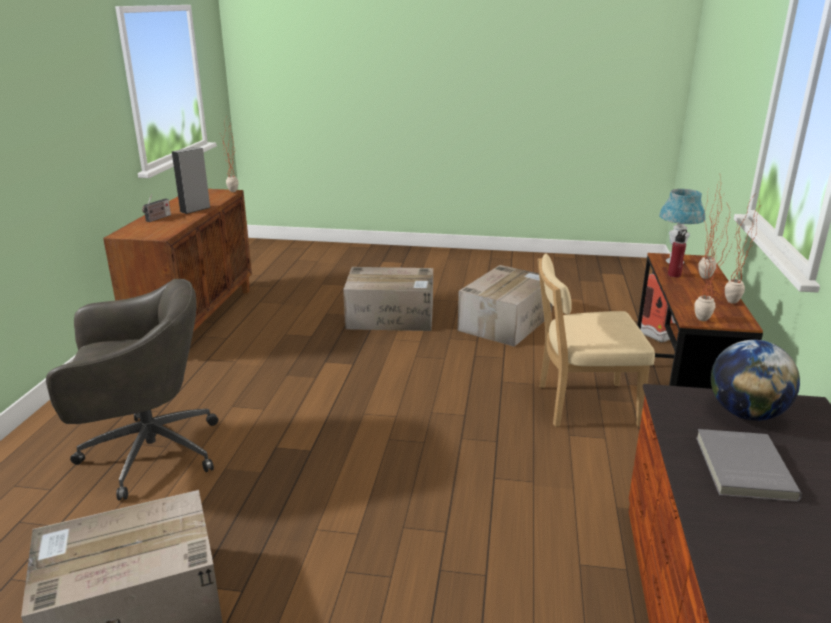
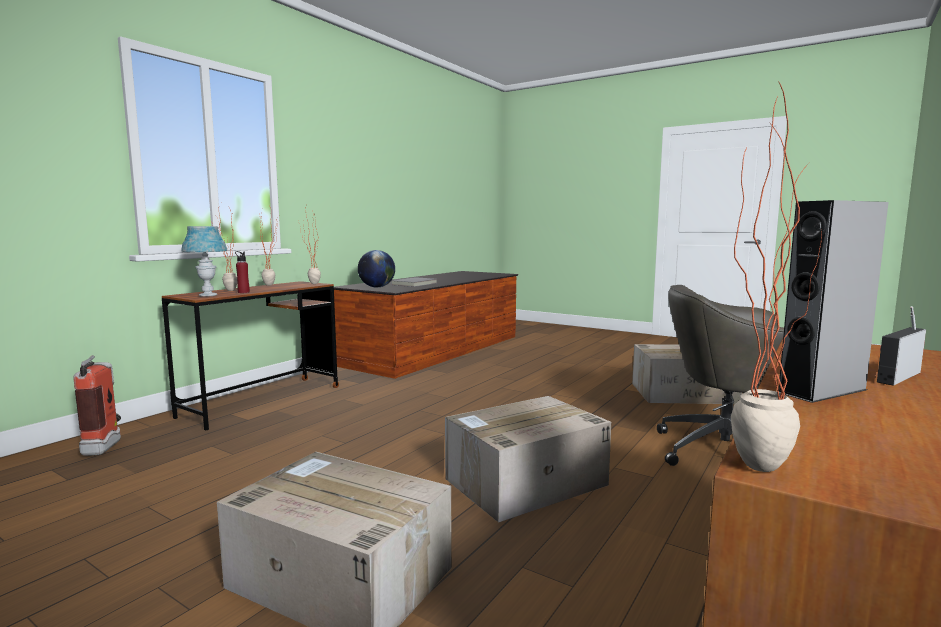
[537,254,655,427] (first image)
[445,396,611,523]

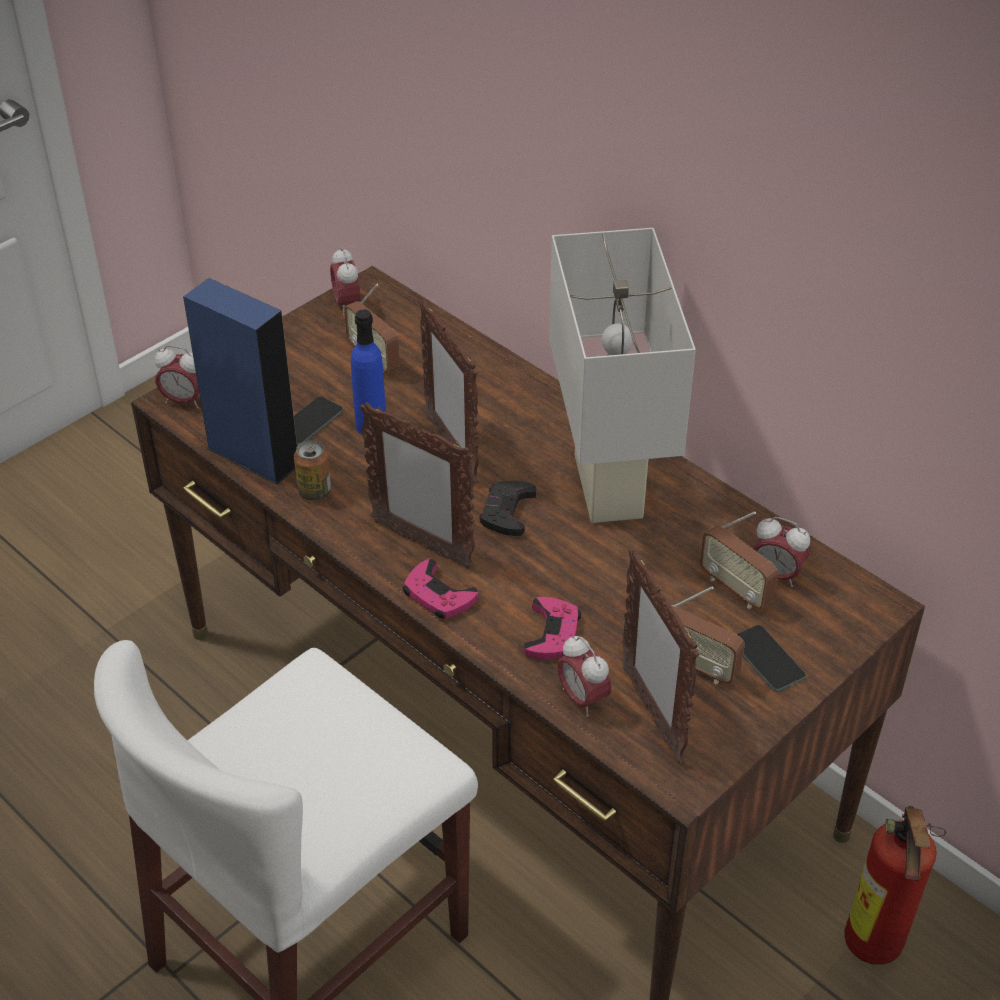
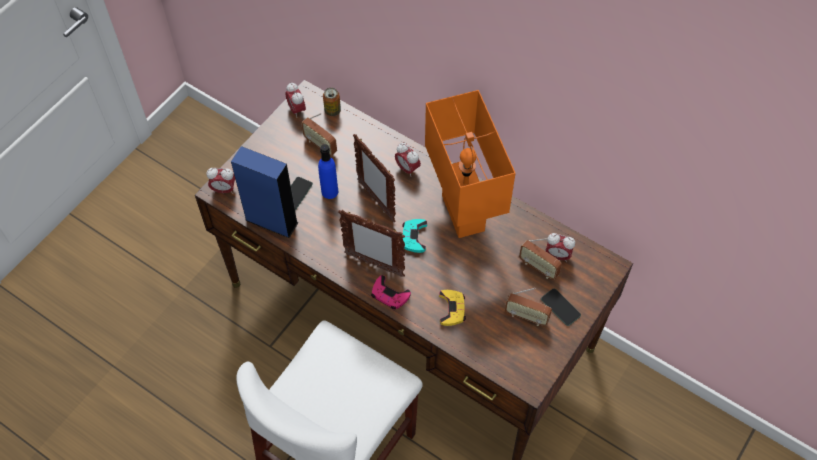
[425,90,516,238]
[323,88,341,116]
[402,219,427,253]
[621,549,699,764] (first image)
[439,290,466,326]
[395,143,421,177]
[844,806,946,965] (first image)

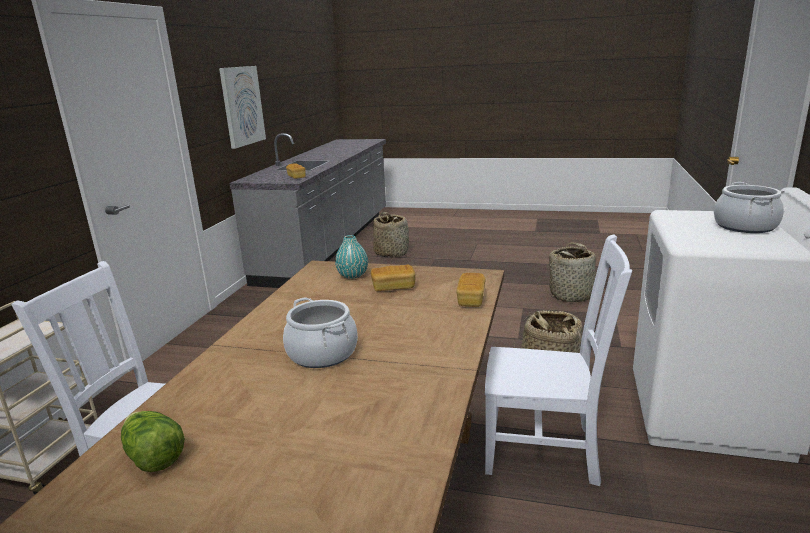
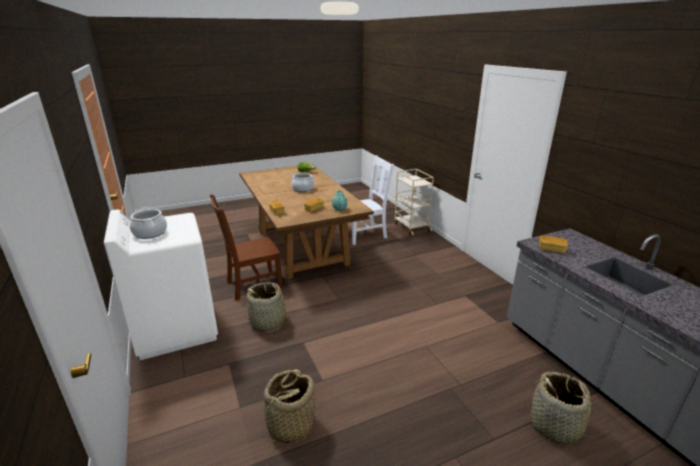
[219,66,266,149] (first image)
[210,194,283,300]

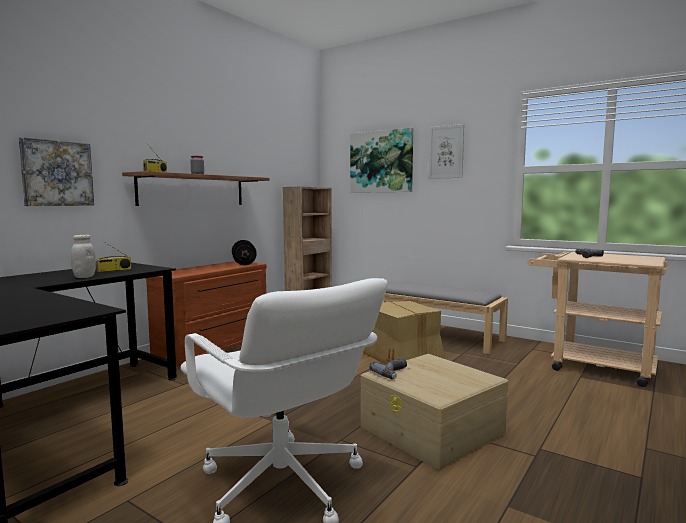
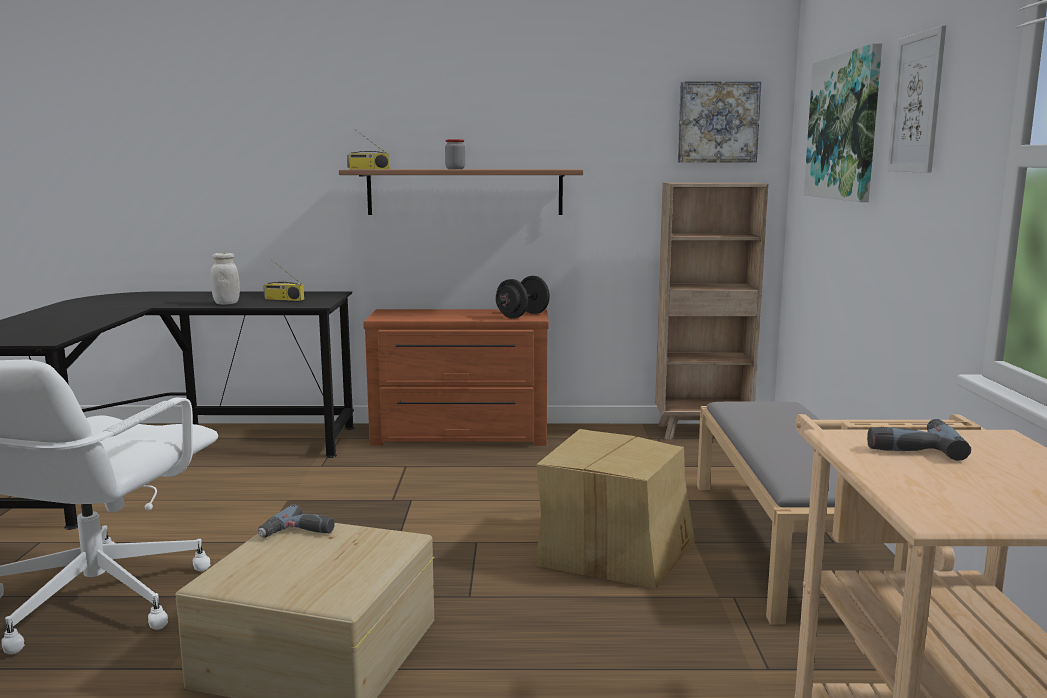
[677,81,761,162]

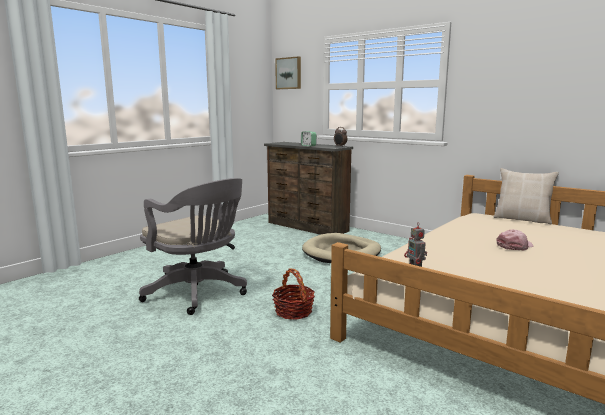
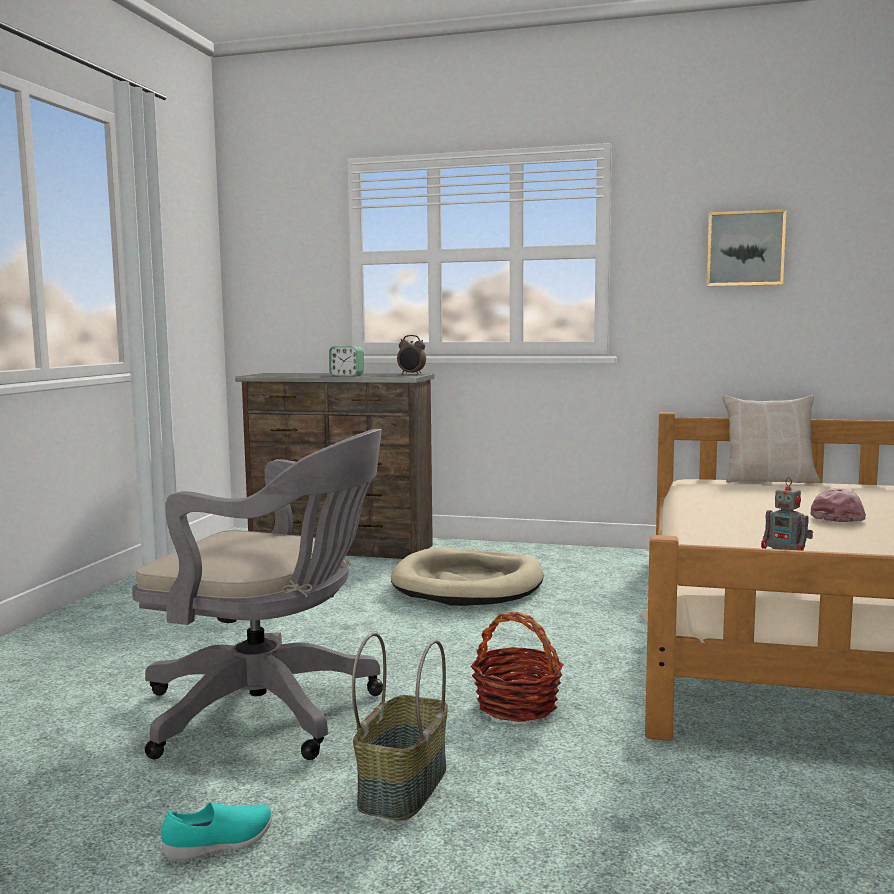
[706,209,786,286]
[352,633,448,820]
[161,802,272,861]

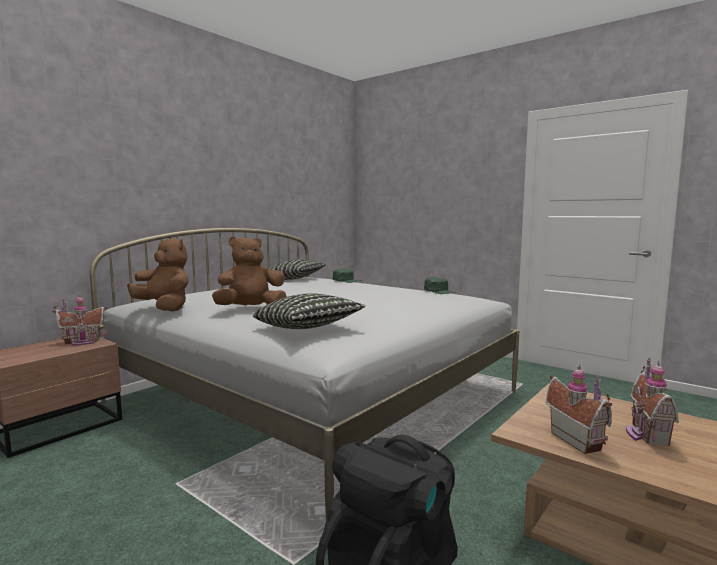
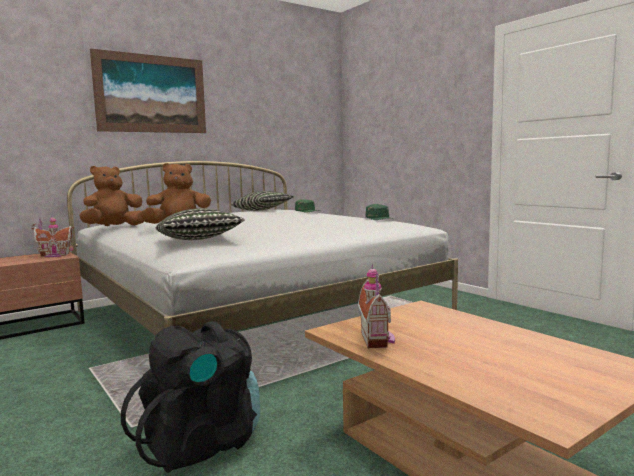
[79,166,144,226]
[626,358,679,446] (first image)
[90,48,206,133]

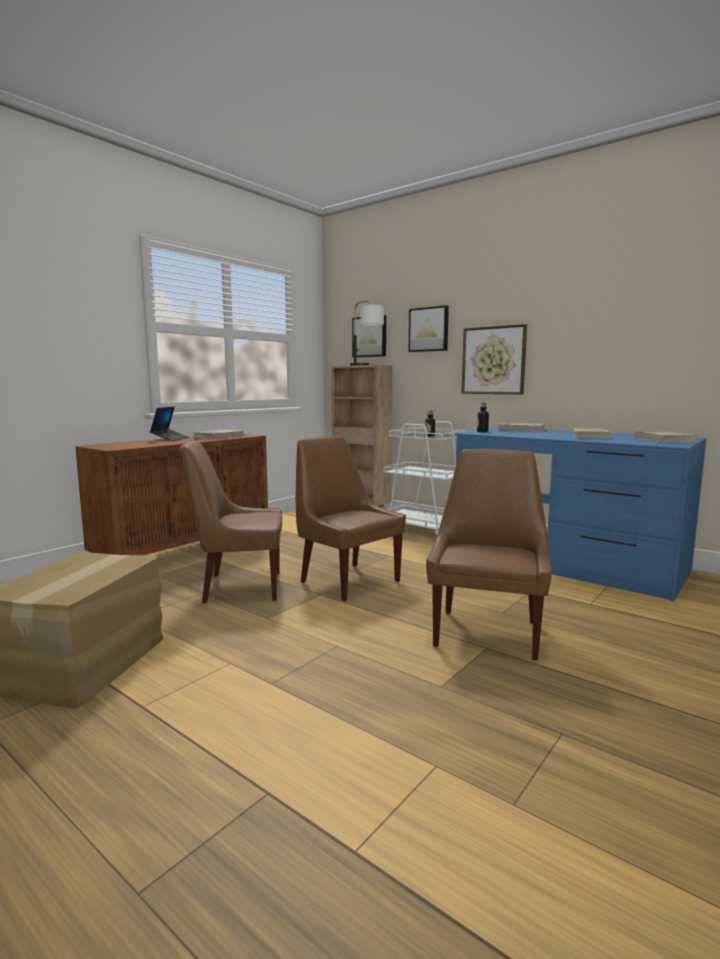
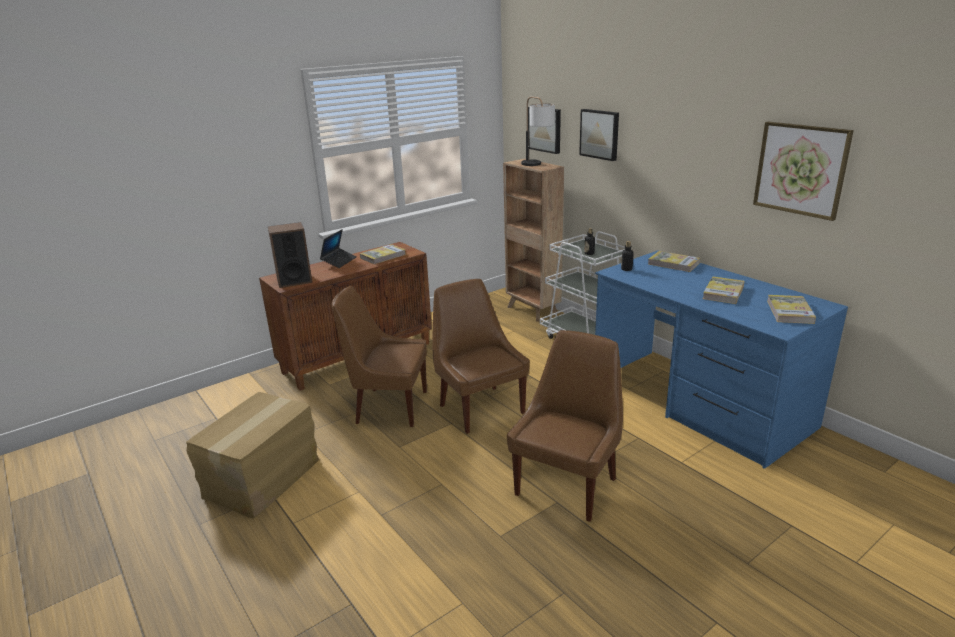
[753,122,854,221]
[268,222,312,288]

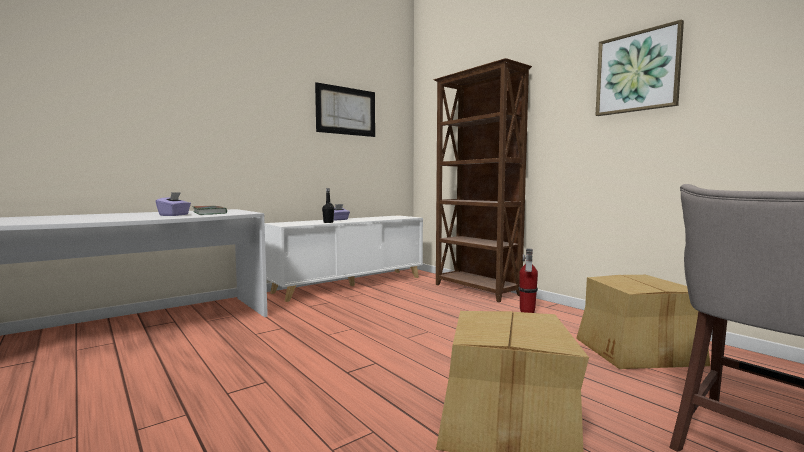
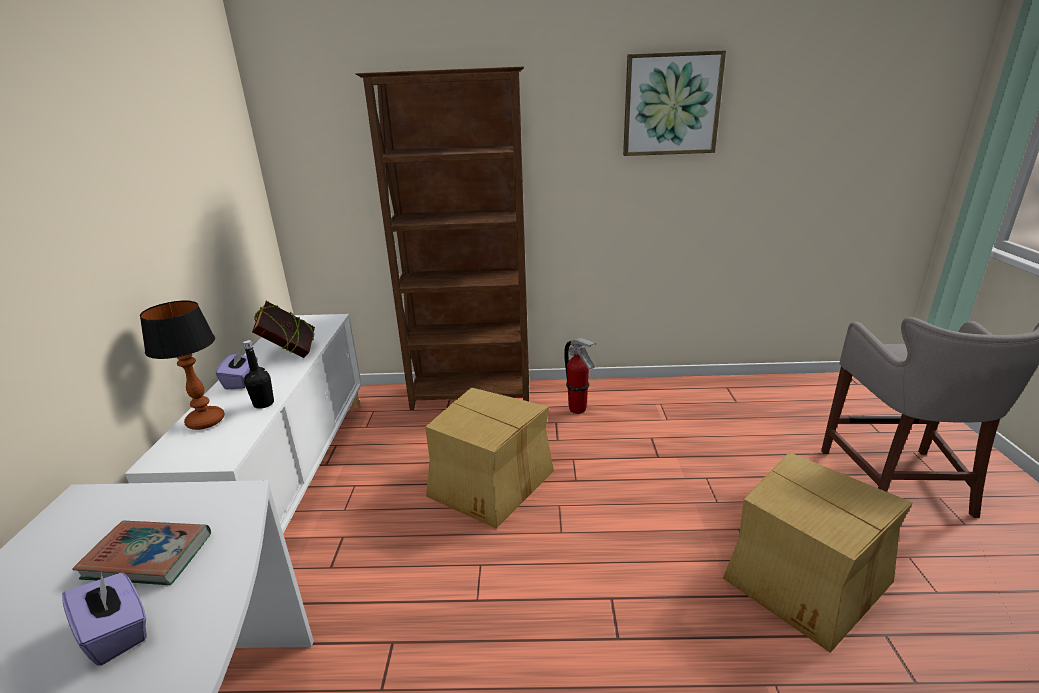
[315,82,375,137] (first image)
[425,388,554,529]
[140,301,224,430]
[252,301,315,358]

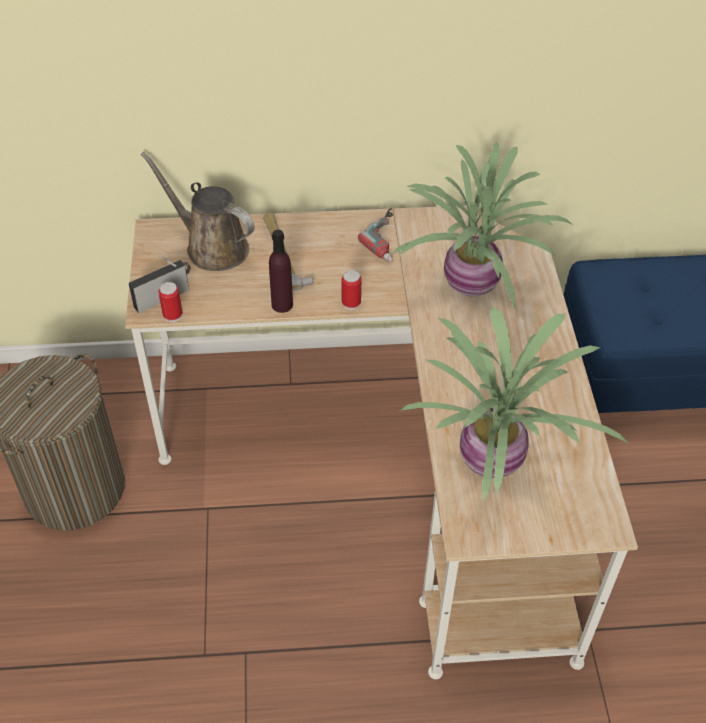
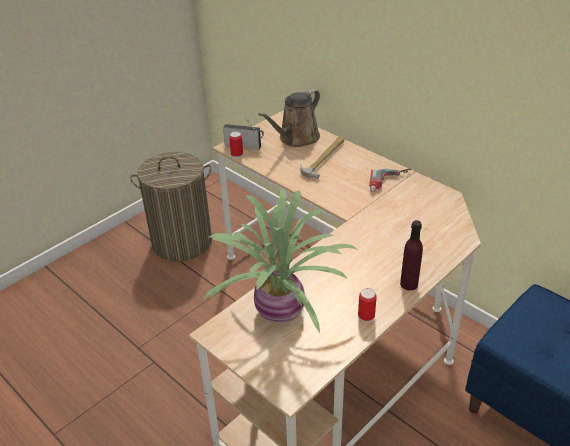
[391,141,572,308] (first image)
[258,89,320,147]
[400,220,423,290]
[358,288,377,323]

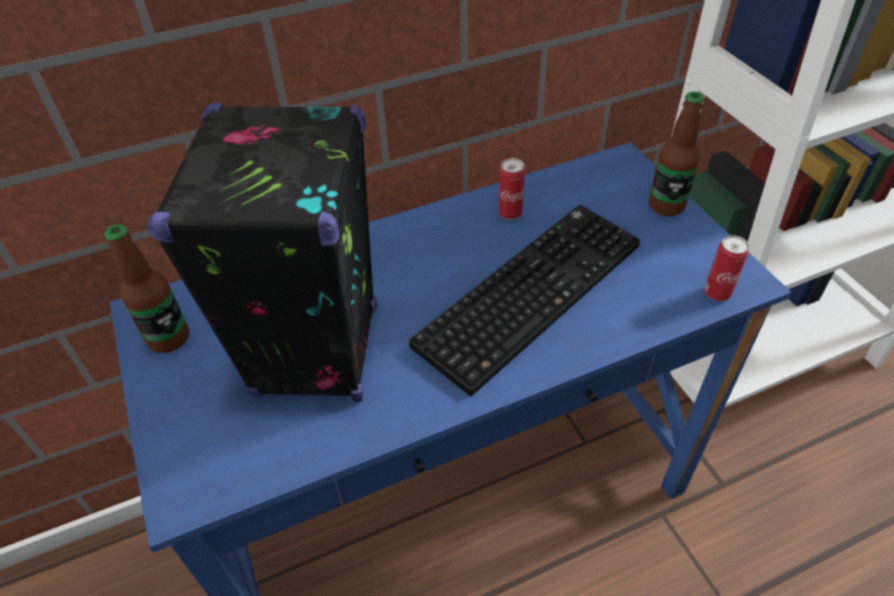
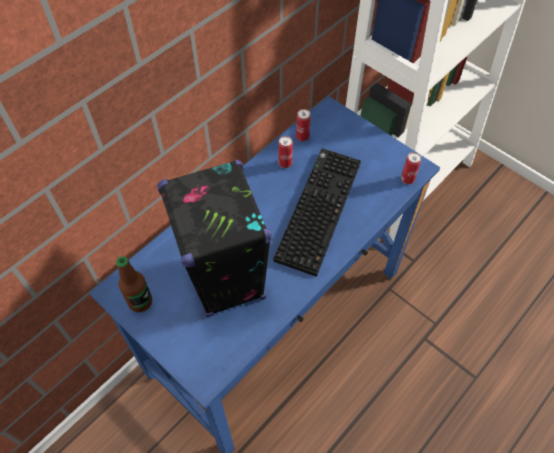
[649,91,704,216] (first image)
[296,109,311,141]

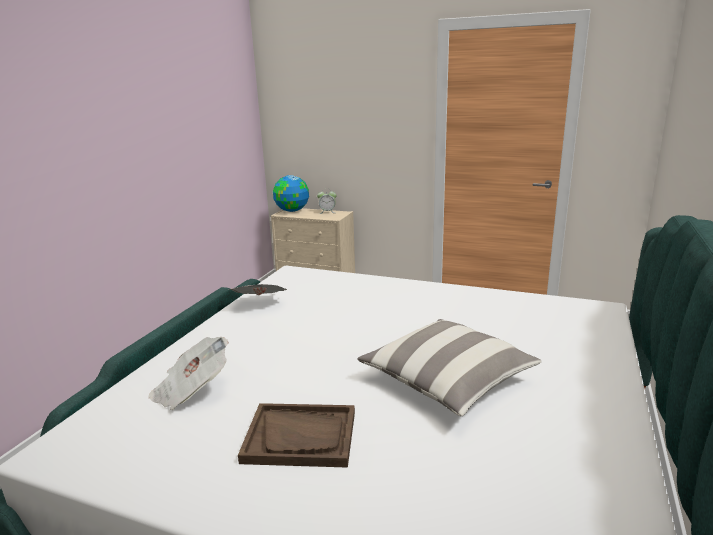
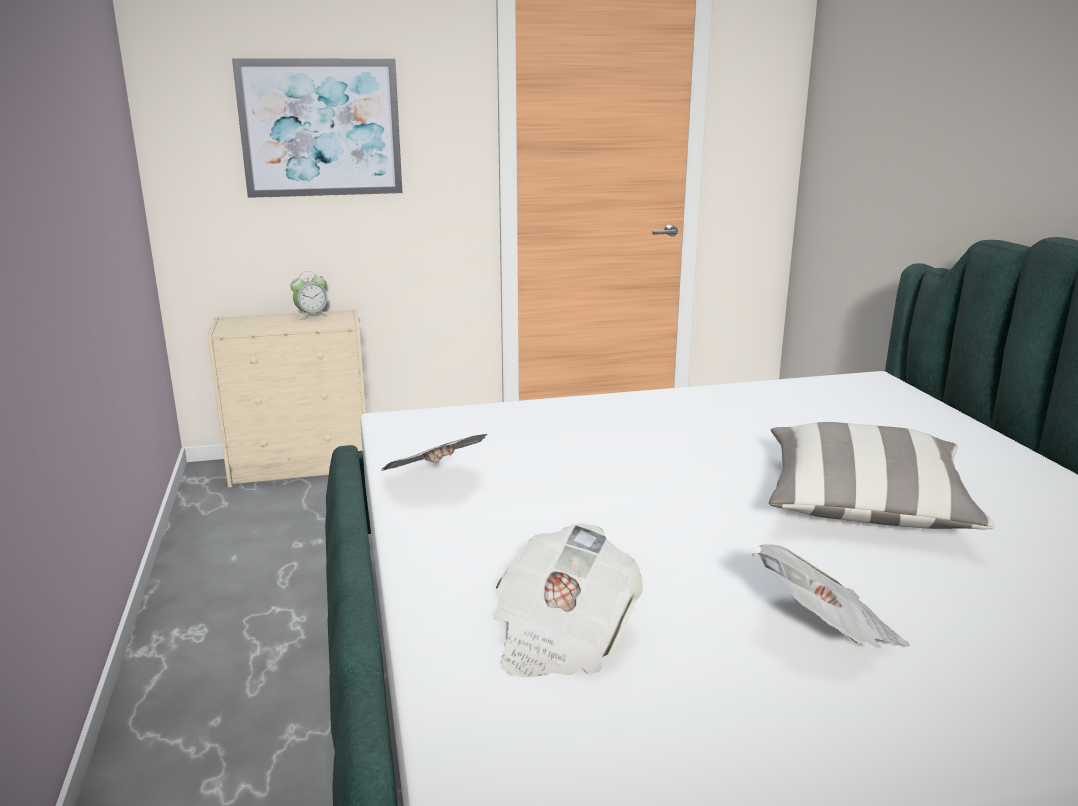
[273,175,309,212] (first image)
[752,544,910,649]
[232,58,402,198]

